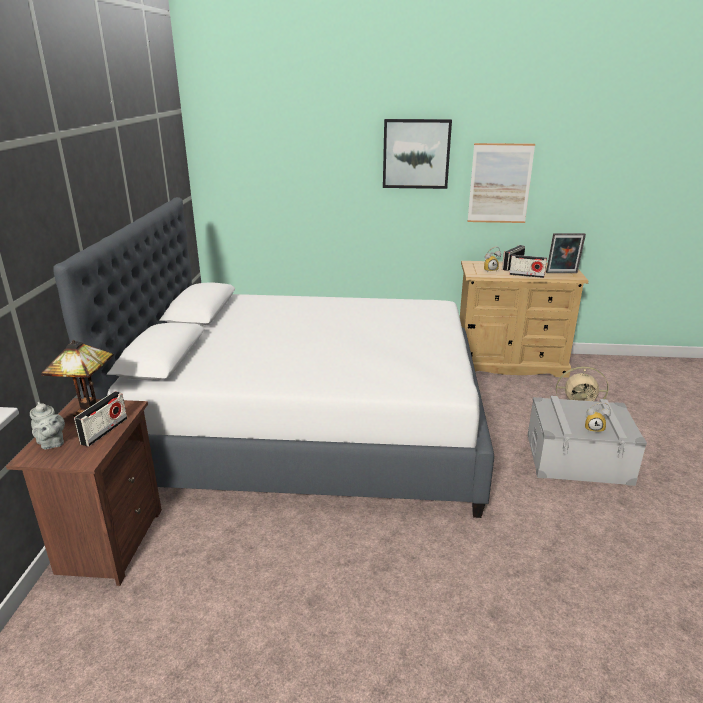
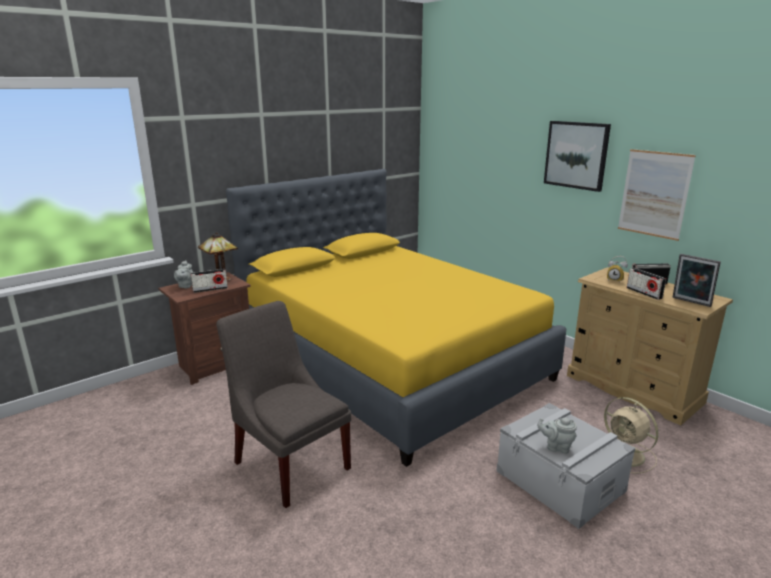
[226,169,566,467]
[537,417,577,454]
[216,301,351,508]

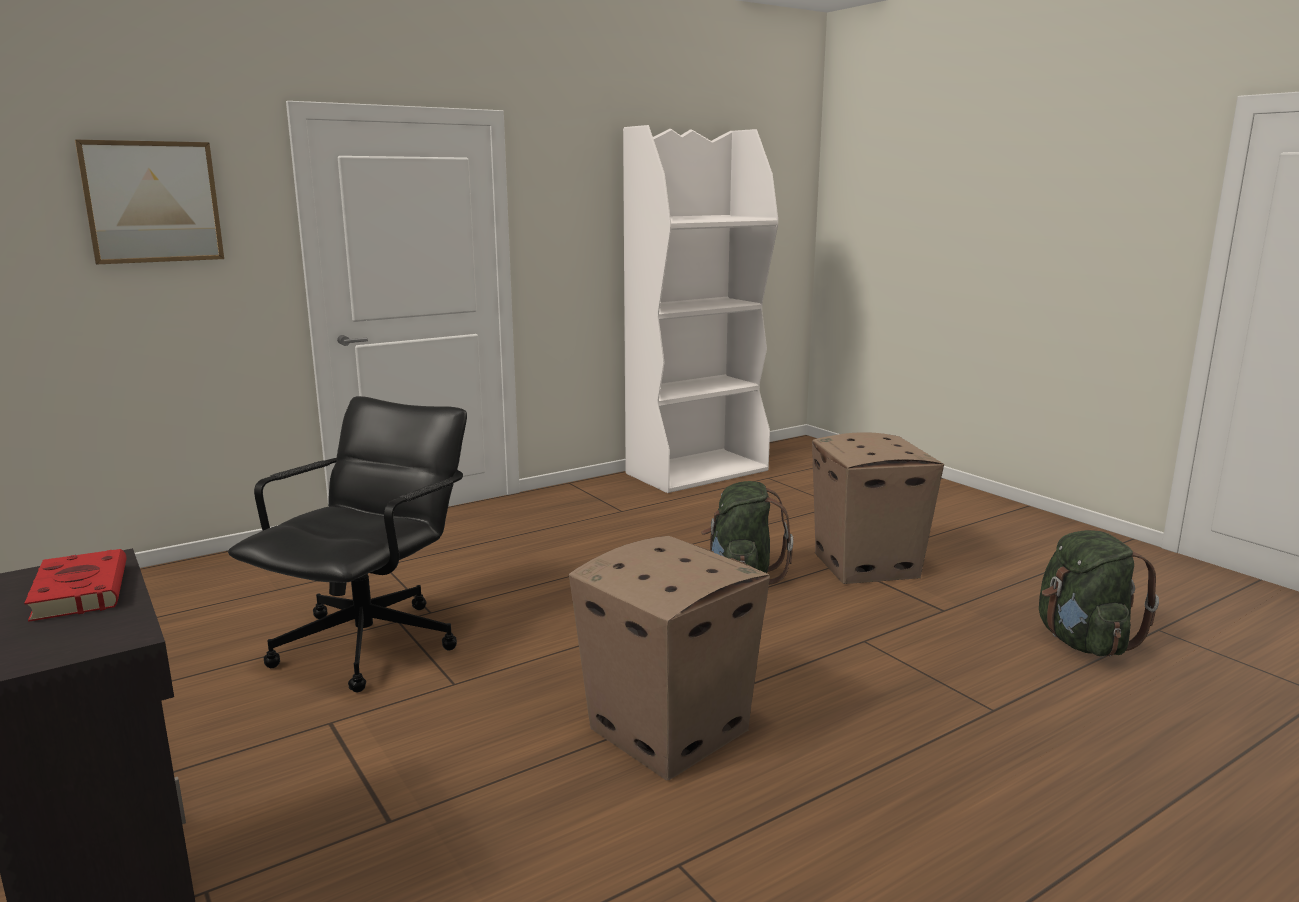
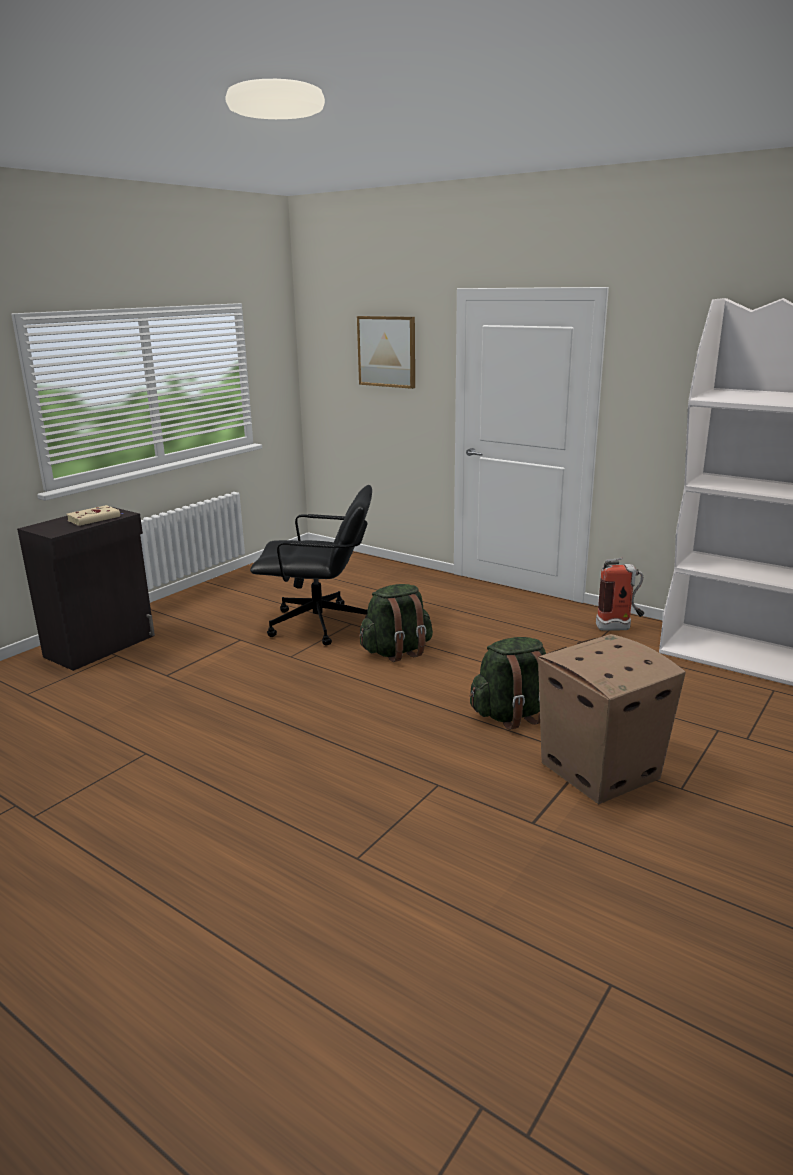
[359,584,433,662]
[569,536,770,780] (first image)
[67,505,122,526]
[596,558,644,631]

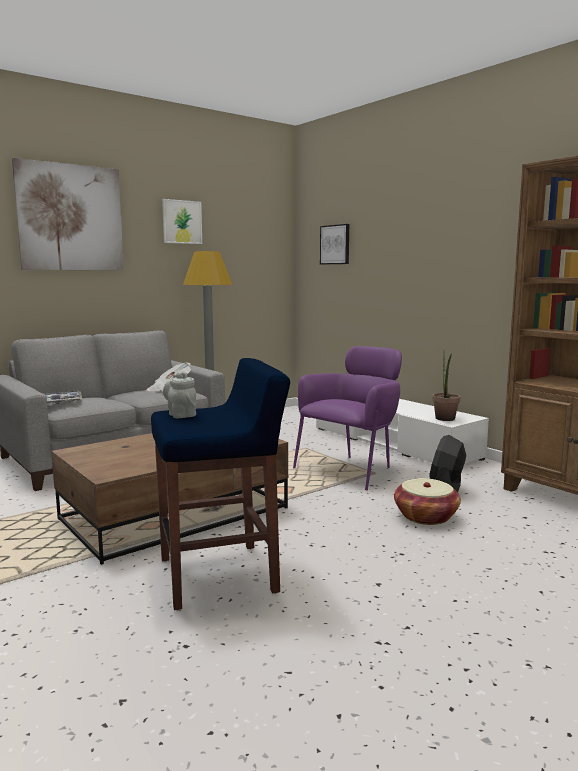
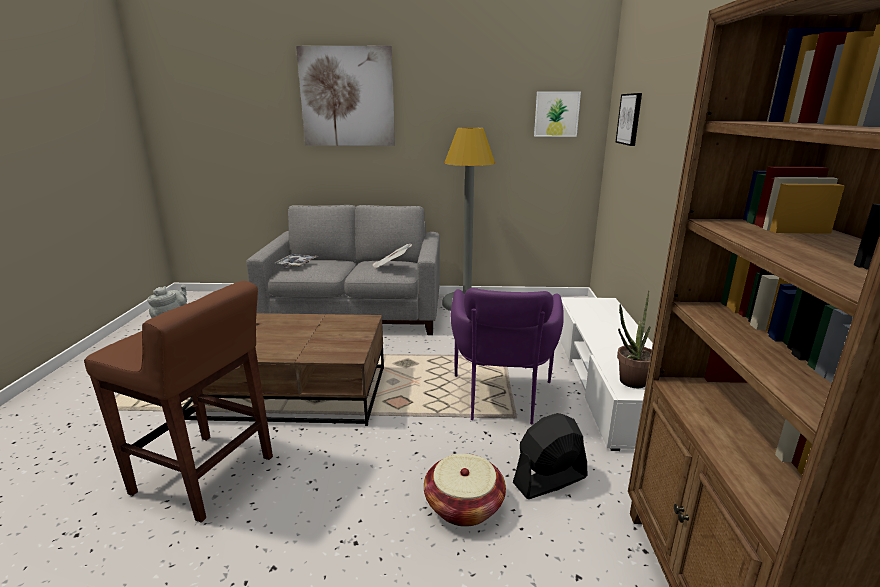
[534,91,581,137]
[451,288,564,425]
[84,281,273,523]

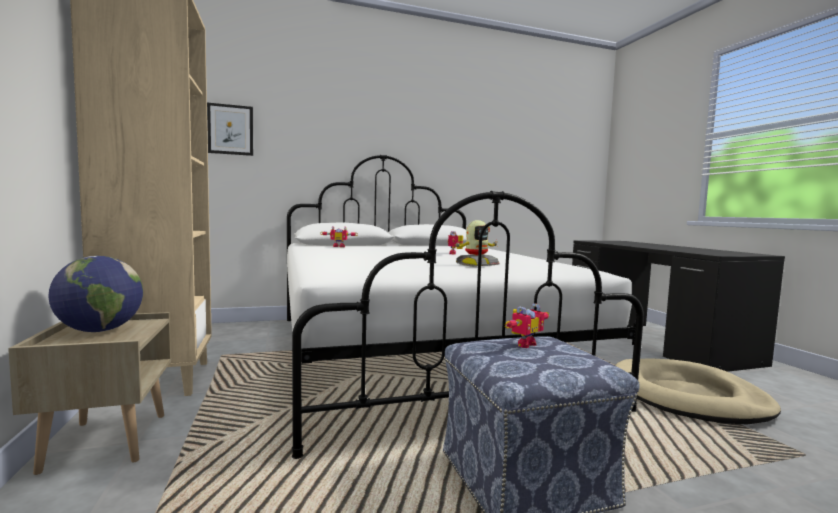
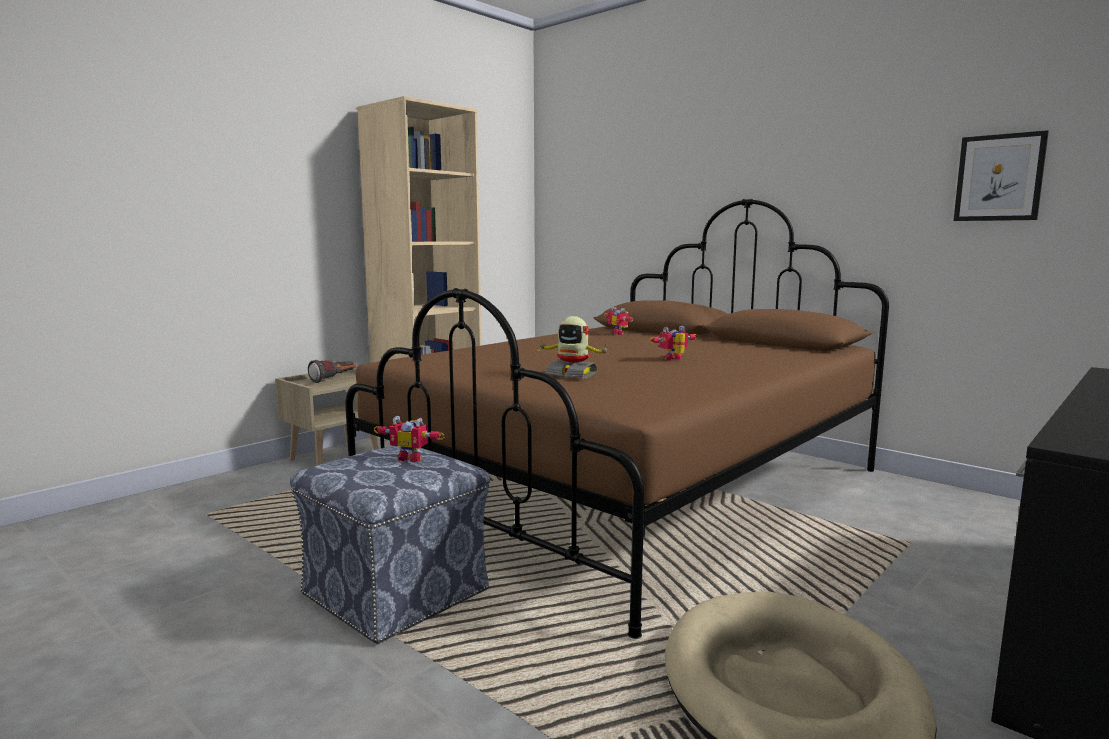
[954,130,1049,221]
[345,199,889,639]
[308,360,356,383]

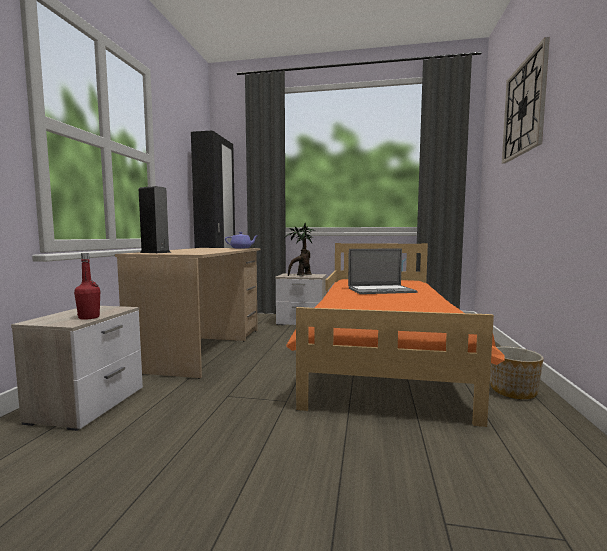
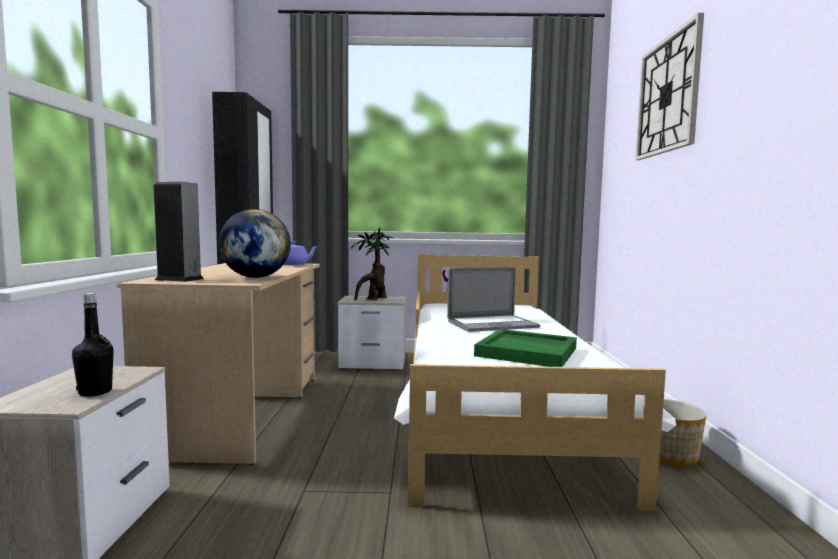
[394,254,676,511]
[72,293,114,397]
[219,209,291,278]
[474,329,577,367]

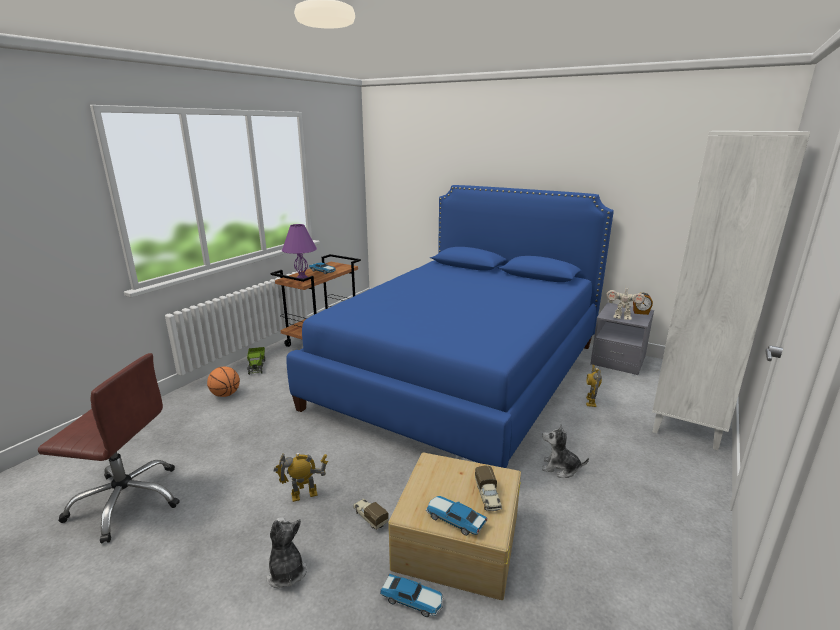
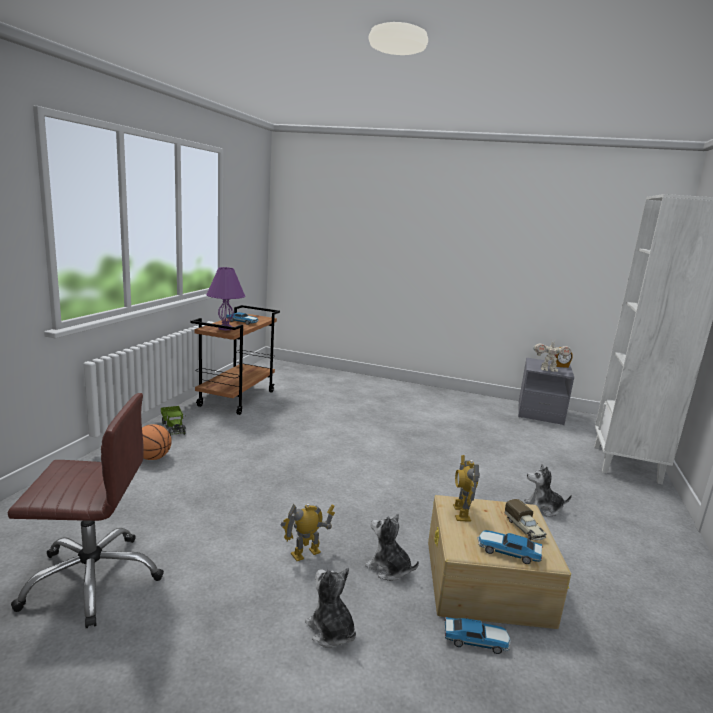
[286,185,614,468] (first image)
[453,455,480,522]
[365,514,419,581]

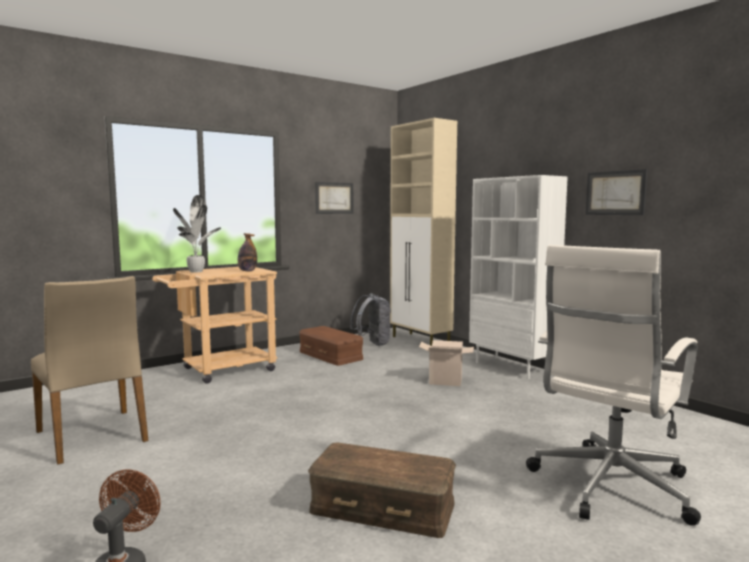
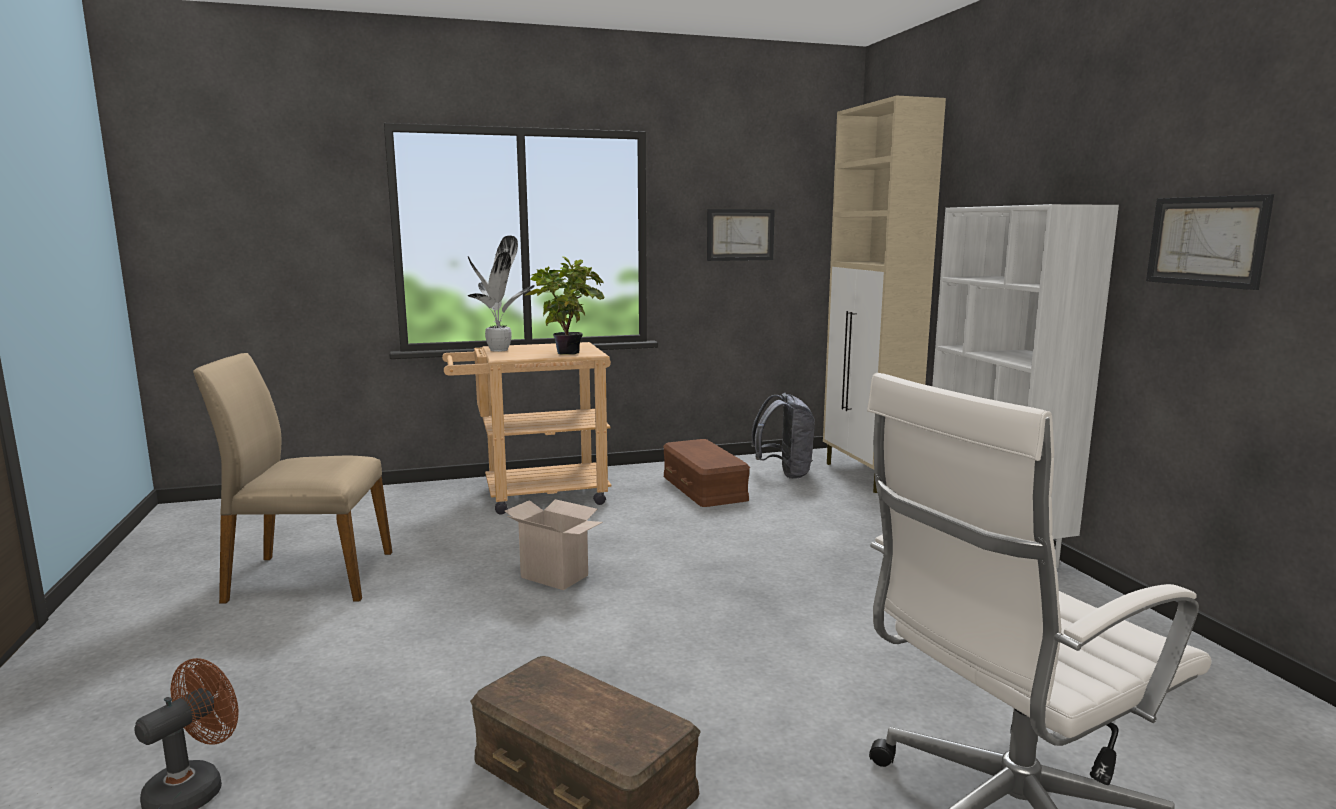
[525,256,605,355]
[193,353,392,604]
[505,499,603,590]

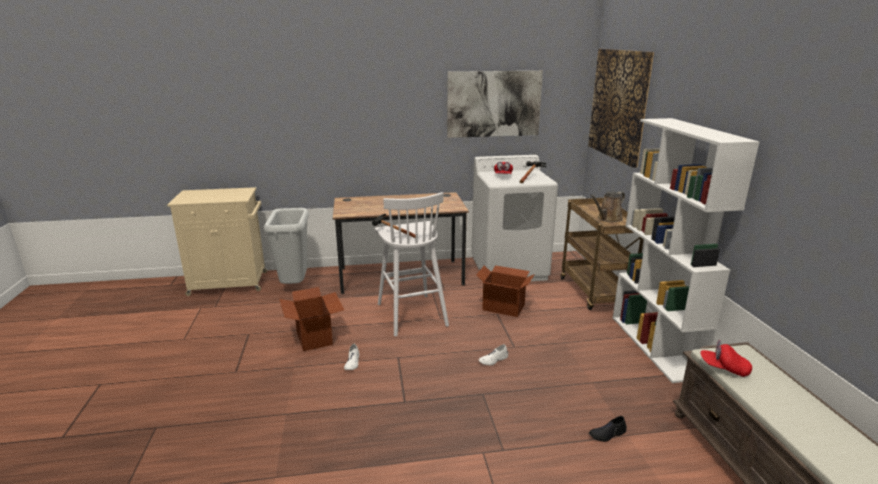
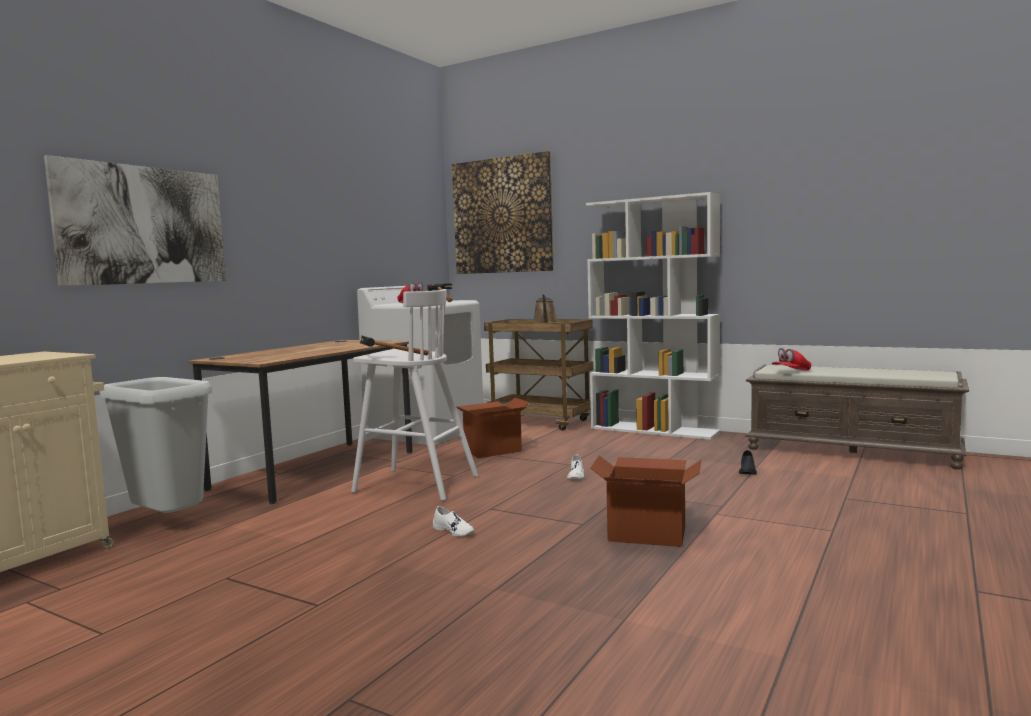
[44,155,226,286]
[590,455,701,547]

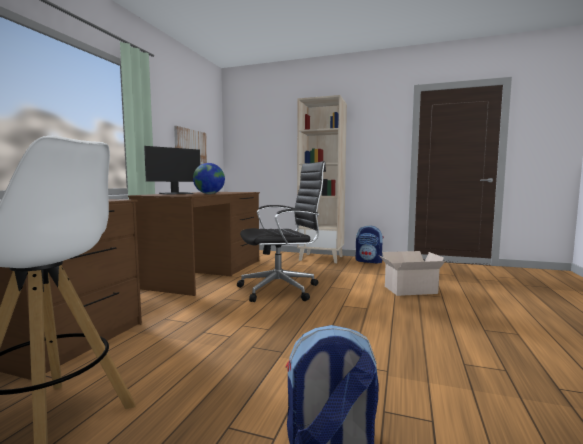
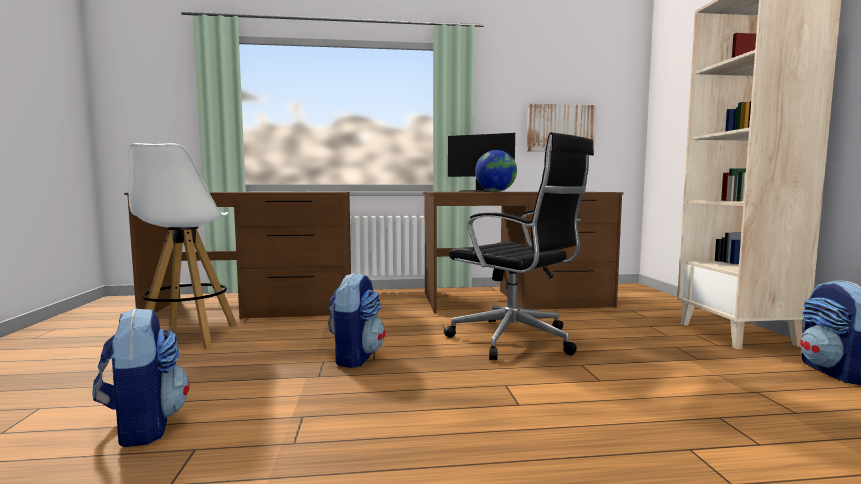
[379,251,445,296] (first image)
[328,272,385,368]

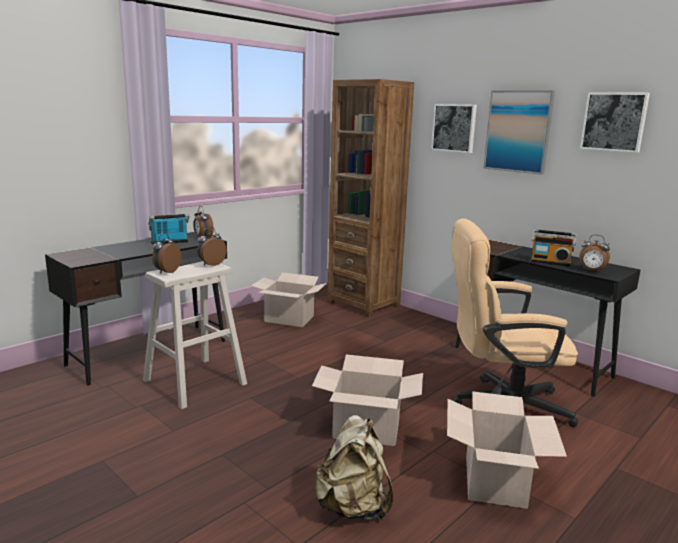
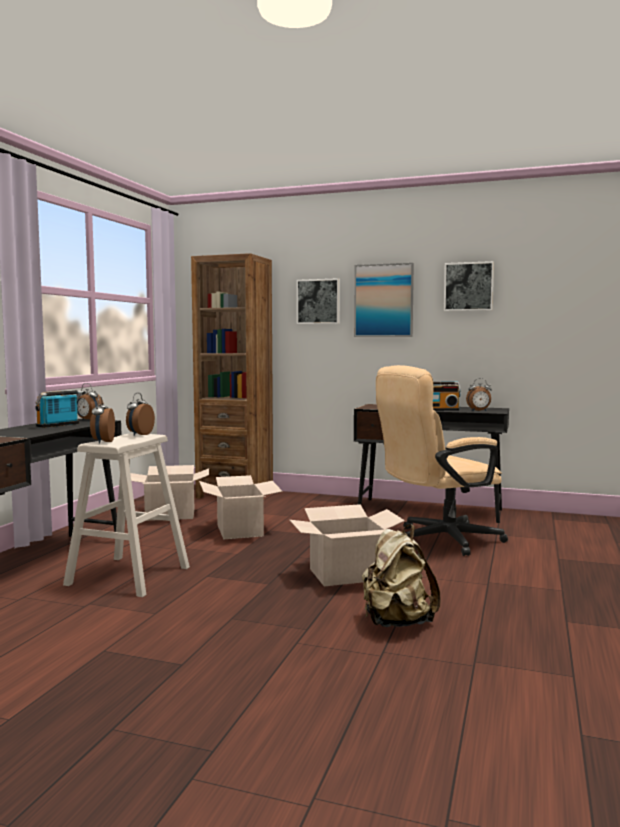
[199,475,283,539]

